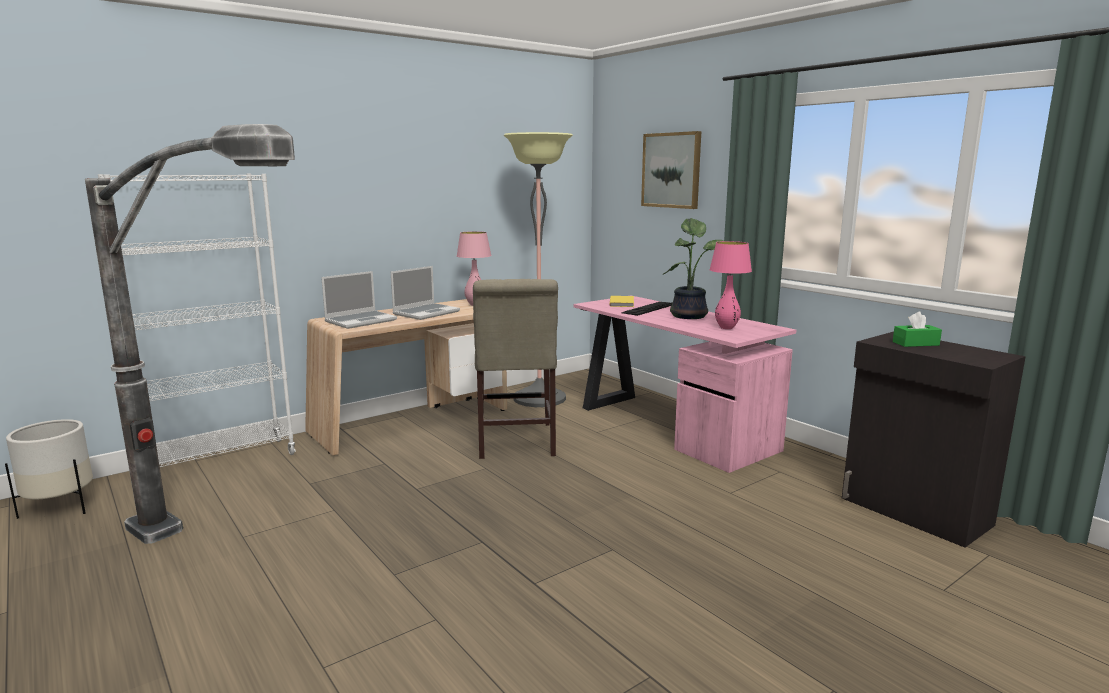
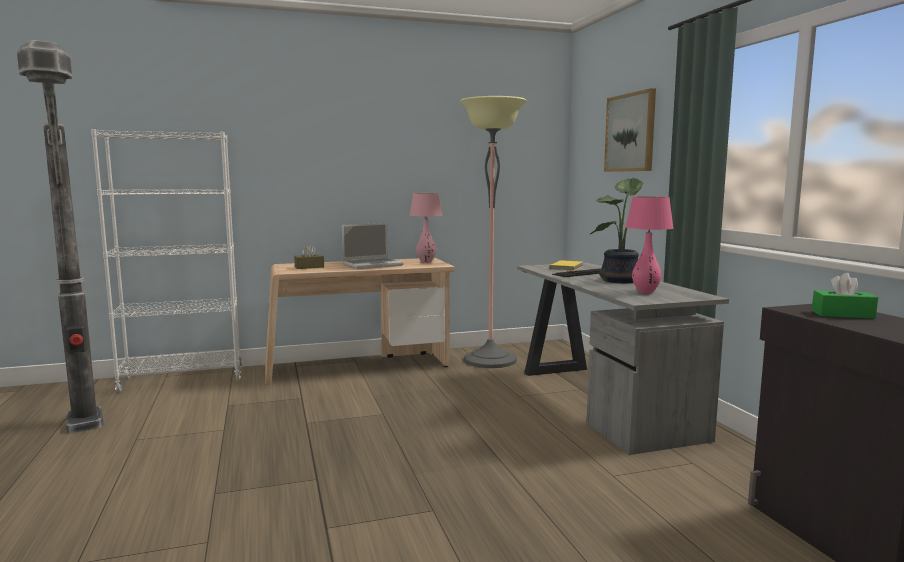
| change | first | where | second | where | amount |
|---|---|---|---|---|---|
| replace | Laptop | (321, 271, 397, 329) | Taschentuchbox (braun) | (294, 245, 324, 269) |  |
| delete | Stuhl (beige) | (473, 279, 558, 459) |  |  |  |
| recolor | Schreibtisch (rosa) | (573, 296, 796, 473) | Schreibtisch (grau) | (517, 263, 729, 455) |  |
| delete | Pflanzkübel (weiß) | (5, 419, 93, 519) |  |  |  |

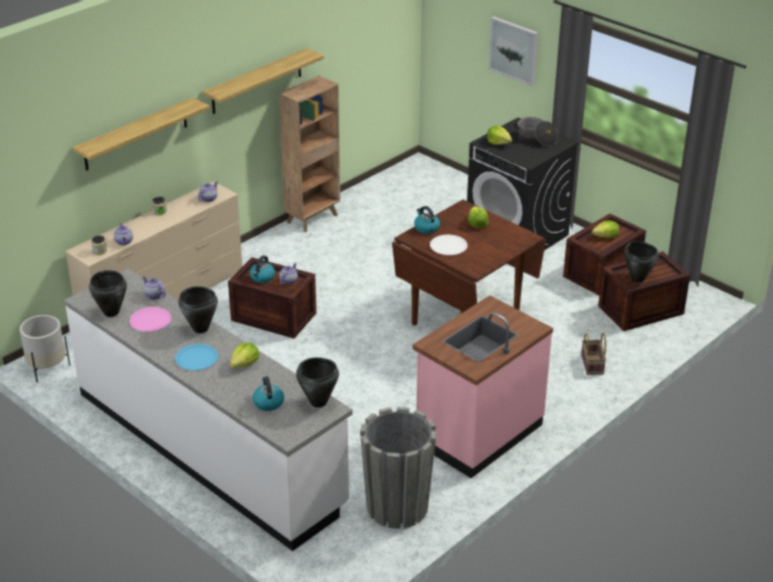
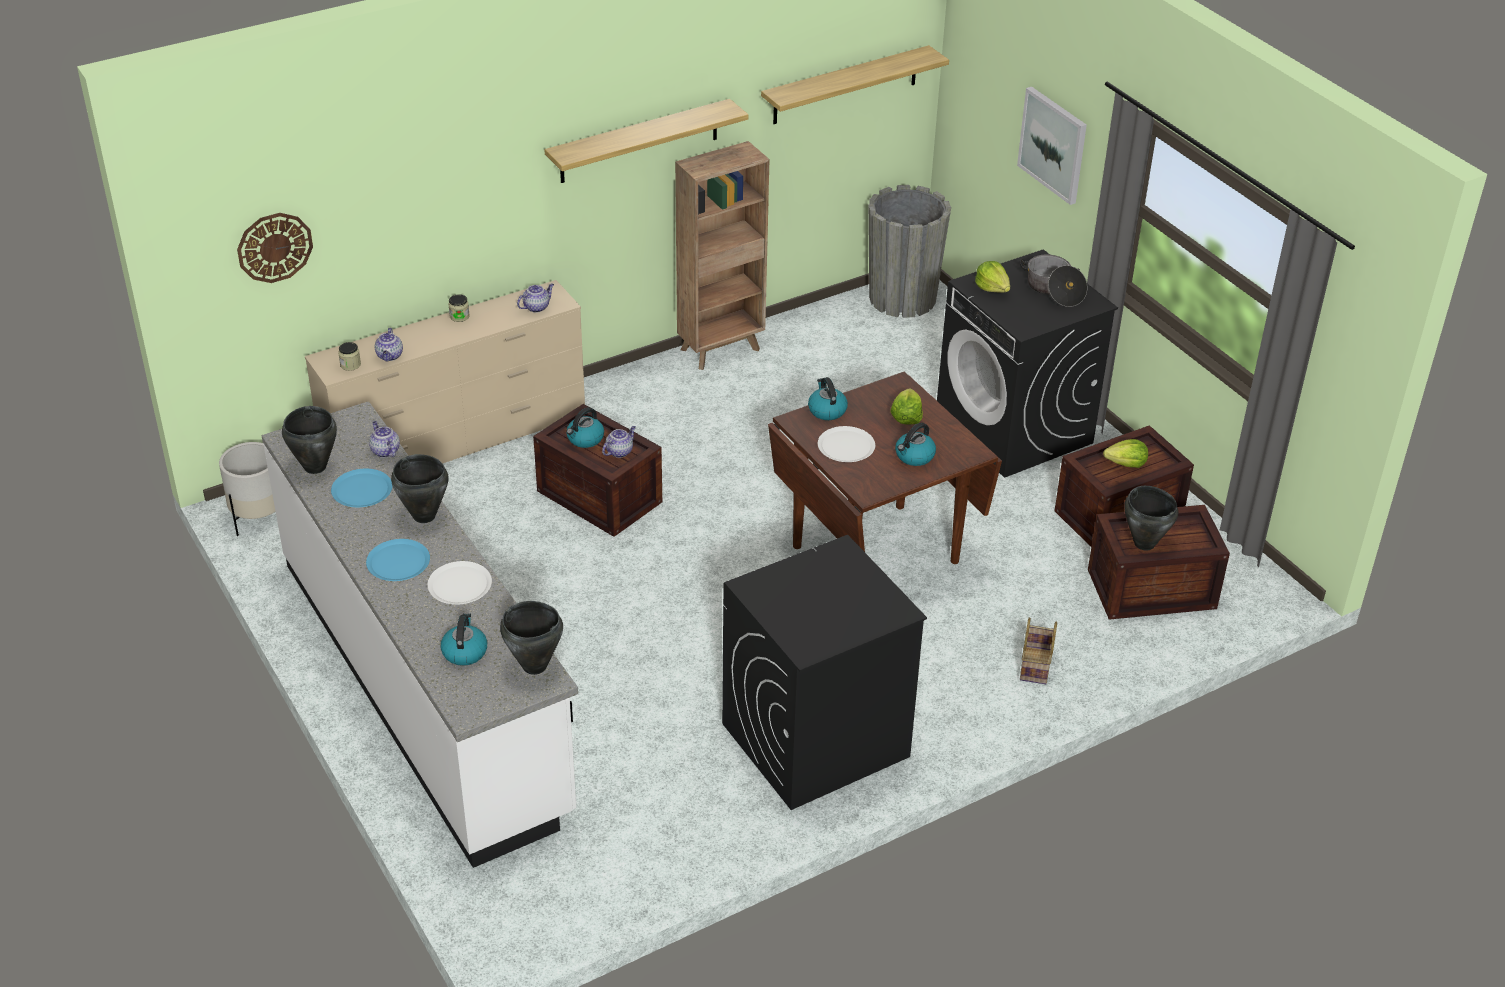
| change | first | where | second | where | amount |
|---|---|---|---|---|---|
| move | Wandregal | (73, 97, 210, 171) |  | (761, 45, 949, 124) |  |
| replace | Küchenzeile (rosa) | (413, 295, 553, 478) | Waschmaschine (schwarz) | (722, 535, 927, 810) |  |
| recolor | Teller (rosa) | (129, 307, 171, 332) | Teller (blau) | (331, 469, 392, 507) |  |
| replace | Salatkopf | (230, 343, 259, 369) | Teller (weiß) | (427, 561, 492, 605) |  |
| move | Pflanzkübel (grau) | (360, 407, 437, 529) |  | (868, 185, 951, 318) |  |
| insert |  |  | Wanduhr | (237, 213, 313, 283) |  |
| insert |  |  | Wasserkessel | (895, 423, 936, 466) |  |

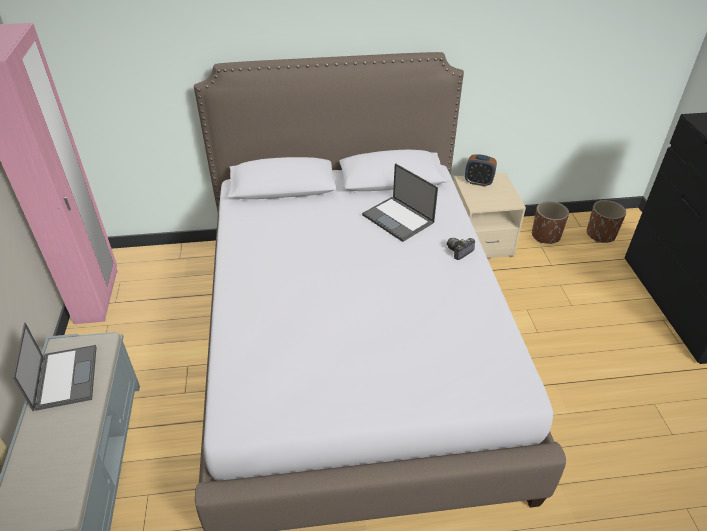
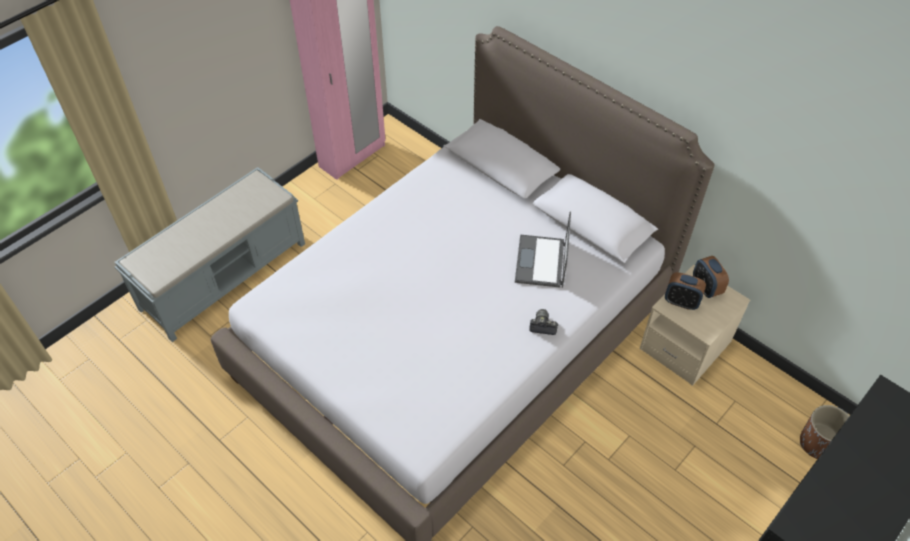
| change | first | where | second | where | amount |
|---|---|---|---|---|---|
| delete | Pflanzkübel (braun) | (532, 201, 569, 244) |  |  |  |
| delete | Laptop | (13, 323, 97, 411) |  |  |  |
| insert |  |  | Wecker | (665, 272, 706, 310) |  |

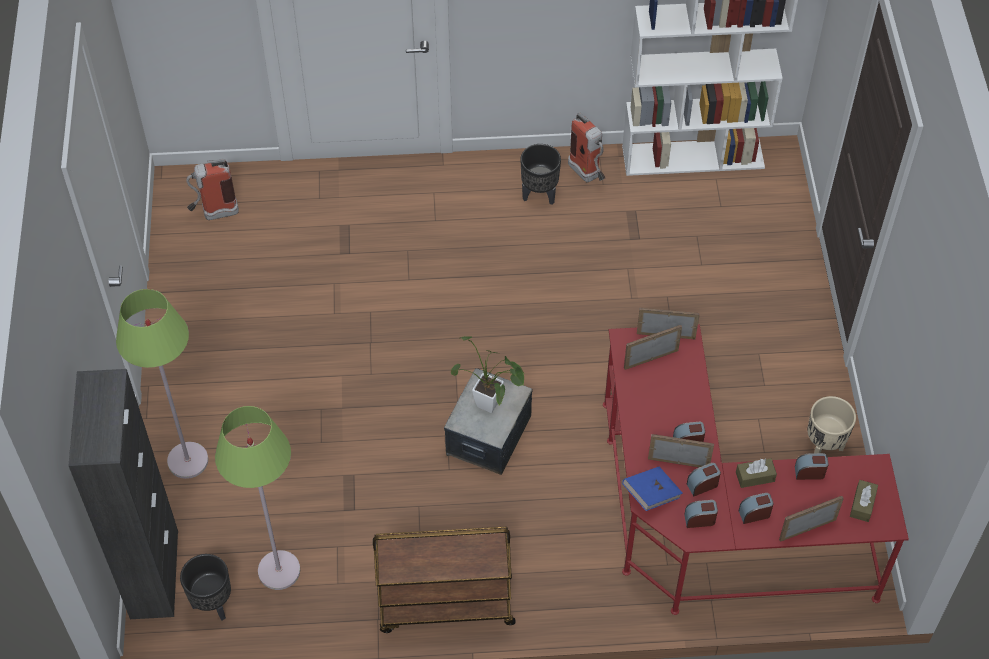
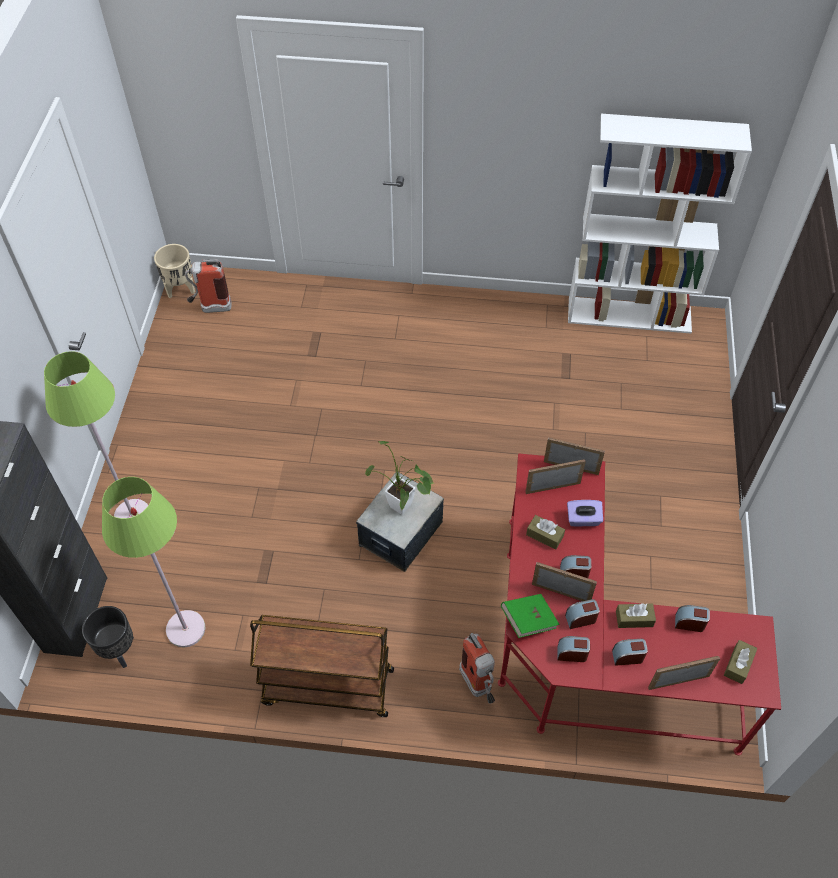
| change | first | where | second | where | amount |
|---|---|---|---|---|---|
| move | Feuerlöscher | (568, 112, 605, 183) |  | (459, 633, 495, 703) |  |
| delete | Pflanzkübel (schwarz) | (520, 144, 561, 205) |  |  |  |
| move | Pflanzkübel (beige) | (807, 396, 856, 453) |  | (154, 244, 195, 298) |  |
| recolor | Buch (blau) | (622, 466, 683, 511) | Buch (grün) | (501, 594, 560, 638) |  |
| insert |  |  | Taschentuchbox (lila) | (567, 500, 603, 526) |  |
| insert |  |  | Taschentuchbox (braun) | (526, 515, 565, 550) |  |

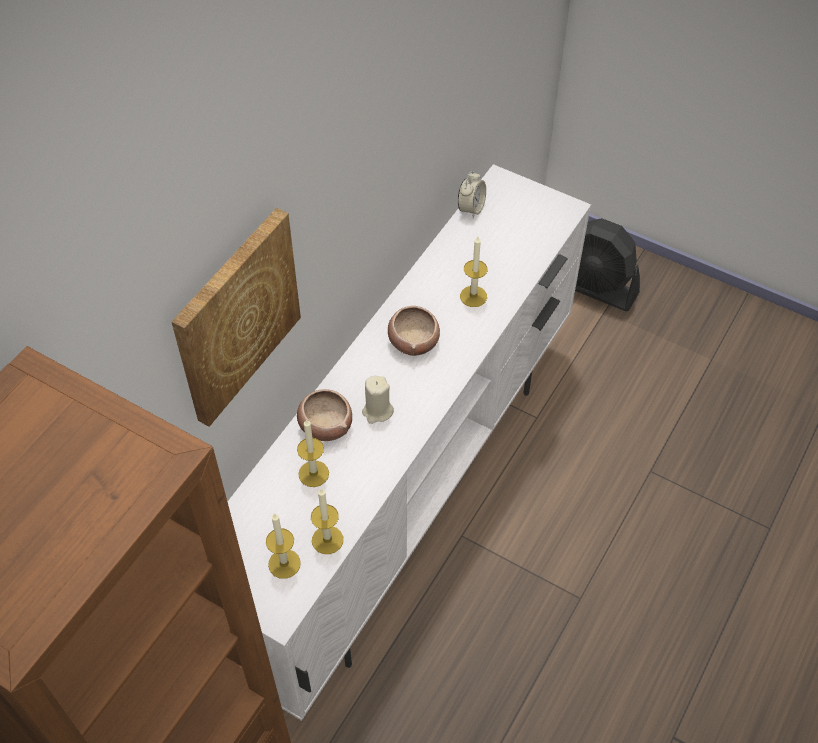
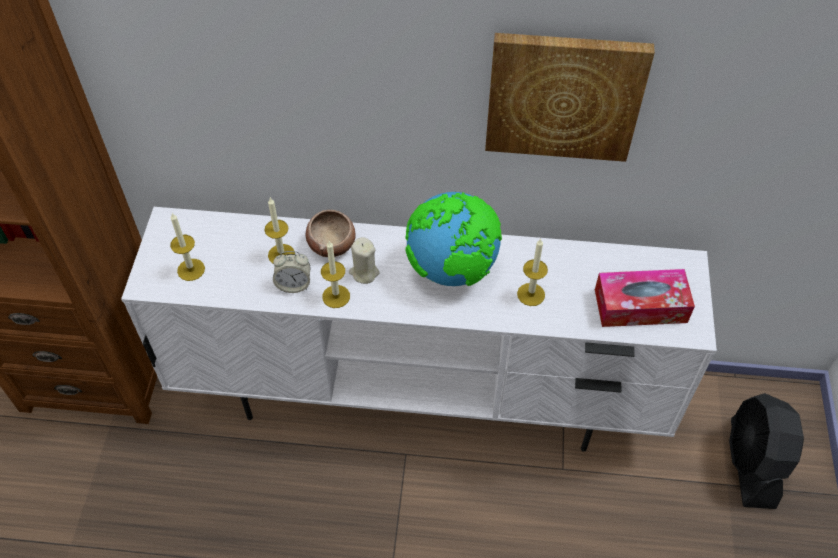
| change | first | where | second | where | amount |
|---|---|---|---|---|---|
| move | Wecker | (458, 171, 486, 218) |  | (273, 251, 311, 293) |  |
| move | Bild | (172, 208, 301, 426) |  | (485, 33, 655, 162) |  |
| replace | Schüssel | (388, 306, 440, 356) | Globus | (405, 192, 502, 286) |  |
| move | Kerze | (311, 488, 343, 554) |  | (321, 241, 350, 308) |  |
| insert |  |  | Taschentuchbox | (595, 269, 695, 327) |  |

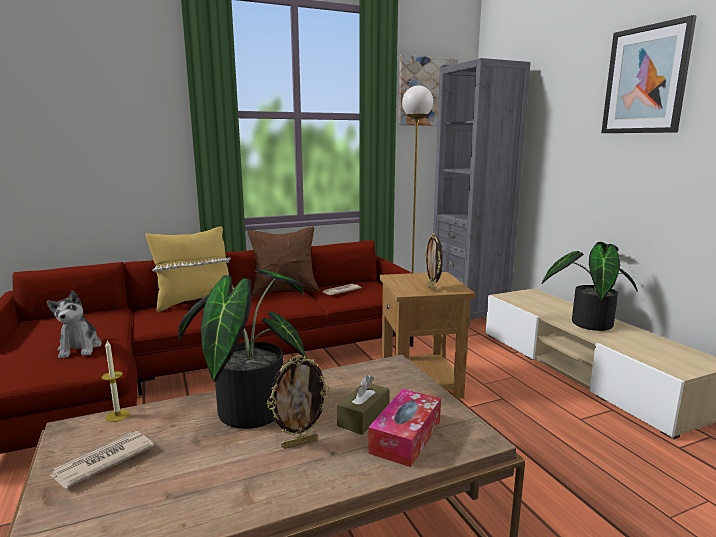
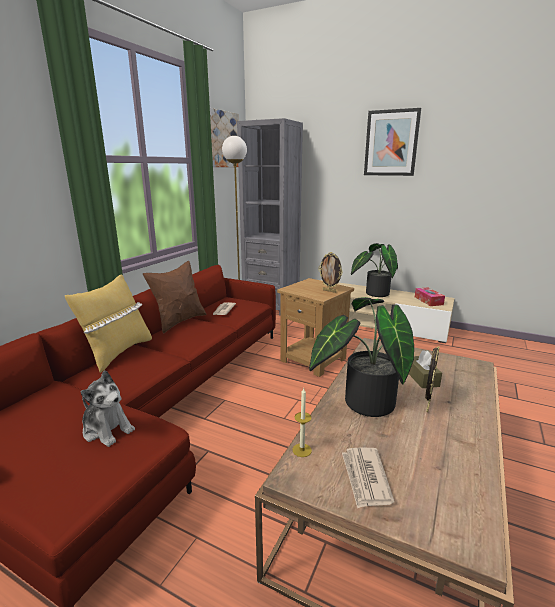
| change | first | where | second | where | amount |
|---|---|---|---|---|---|
| move | Taschentuchbox | (368, 389, 441, 467) |  | (415, 287, 445, 306) |  |

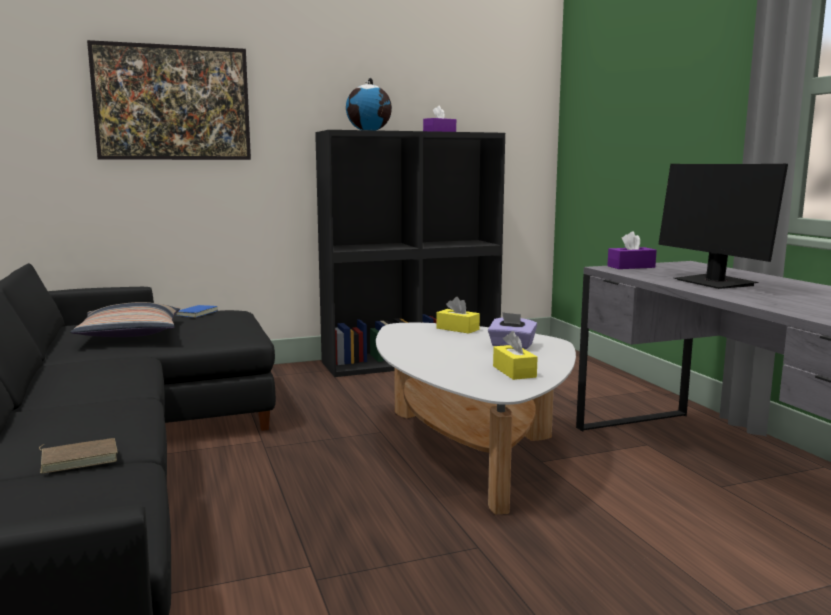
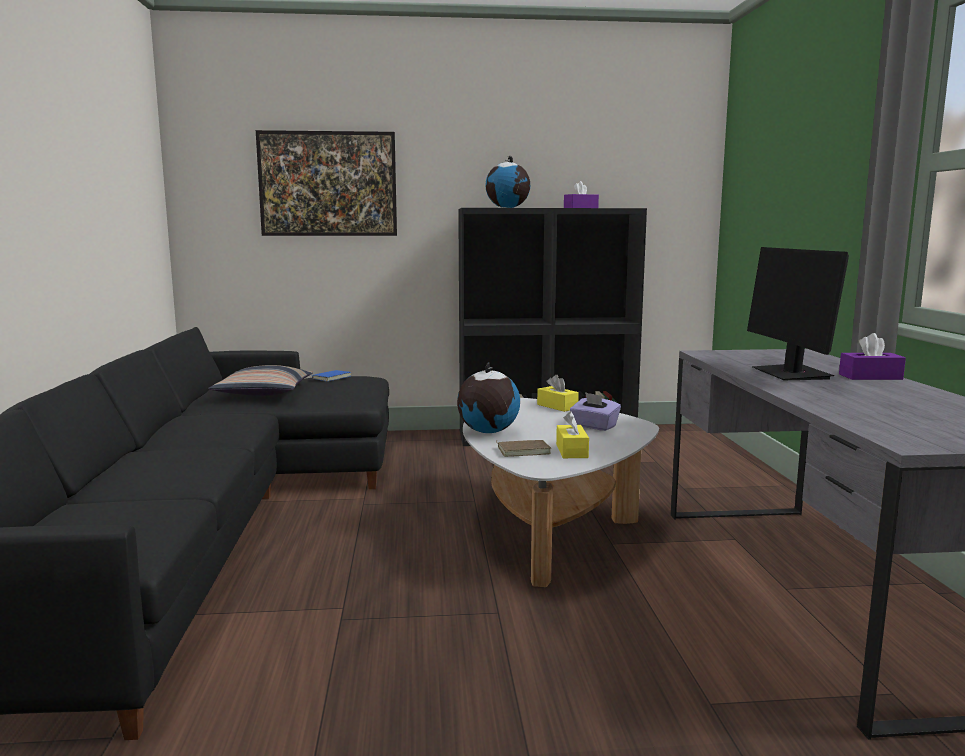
| change | first | where | second | where | amount |
|---|---|---|---|---|---|
| move | Taschentuchbox (lila) | (607, 231, 657, 269) |  | (839, 333, 906, 380) |  |
| move | Buch (braun) | (39, 438, 118, 473) |  | (496, 440, 551, 457) |  |
| insert |  |  | Globus | (457, 363, 520, 433) |  |

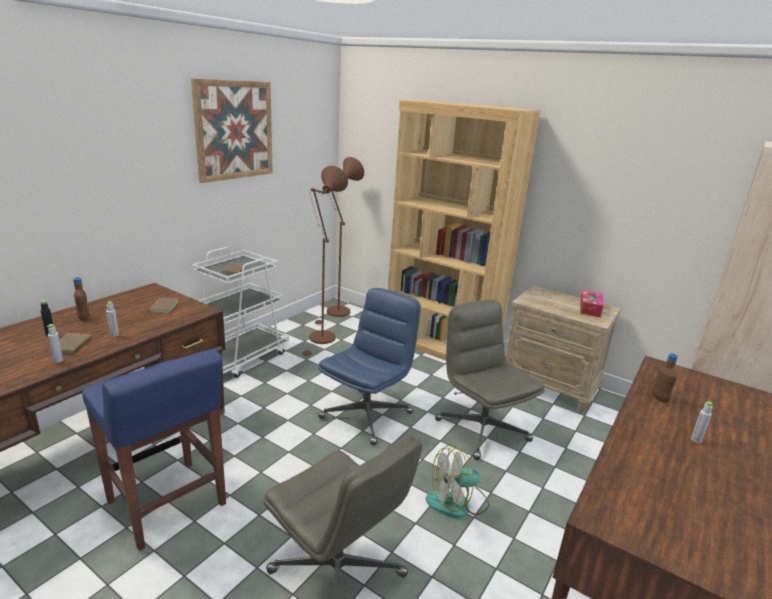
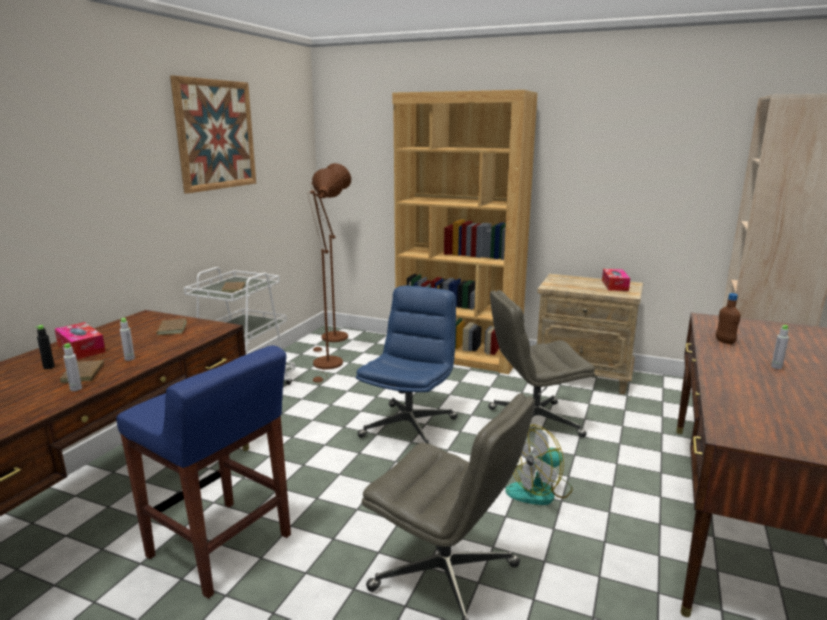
| change | first | where | second | where | amount |
|---|---|---|---|---|---|
| replace | Flasche (braun) | (73, 277, 89, 321) | Taschentuchbox | (55, 322, 106, 359) |  |
| rotate | Bürostuhl (grau) | (435, 299, 545, 460) |  | (489, 290, 595, 438) | 60 degrees counterclockwise |

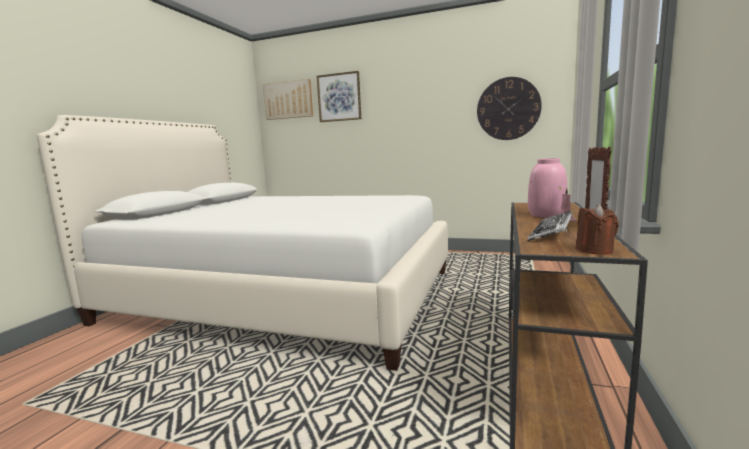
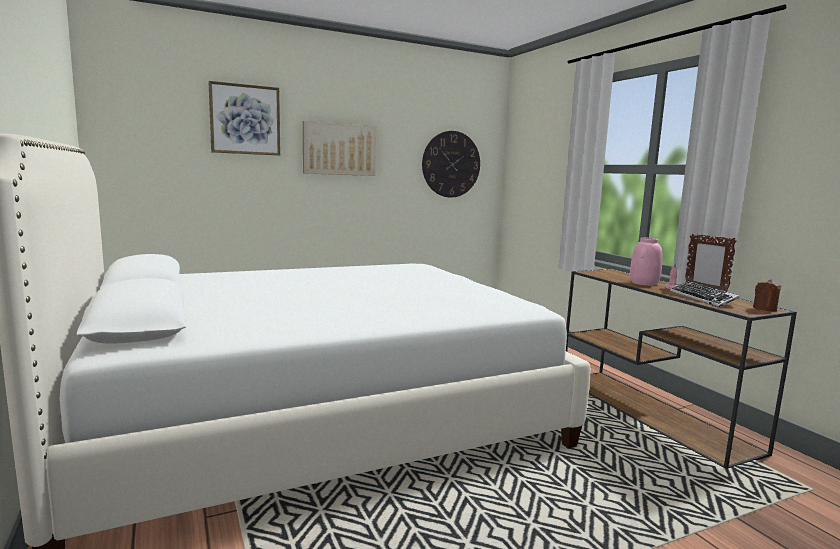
| change | first | where | second | where | amount |
|---|---|---|---|---|---|
| move | Bild | (263, 79, 313, 120) |  | (303, 121, 376, 176) |  |

